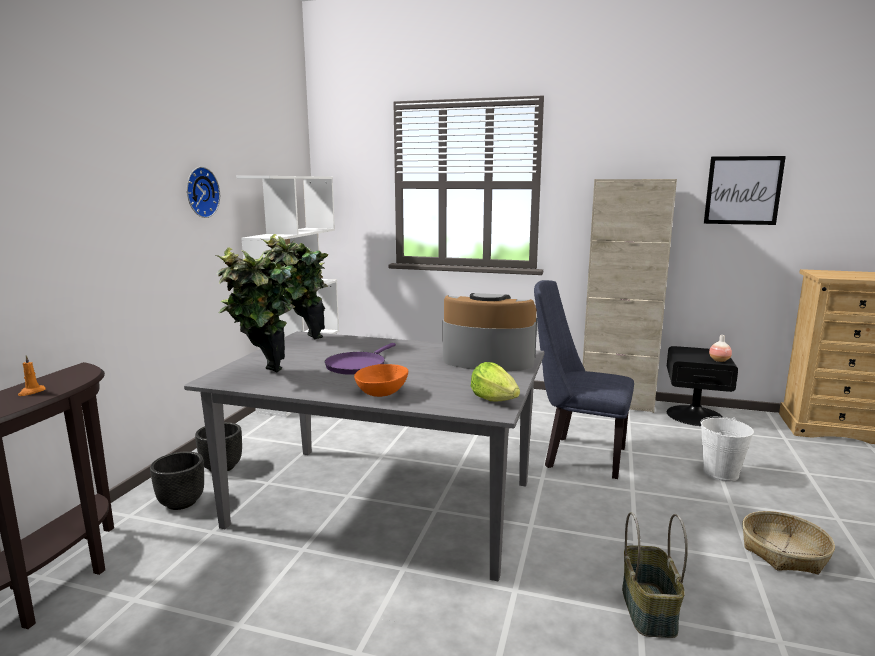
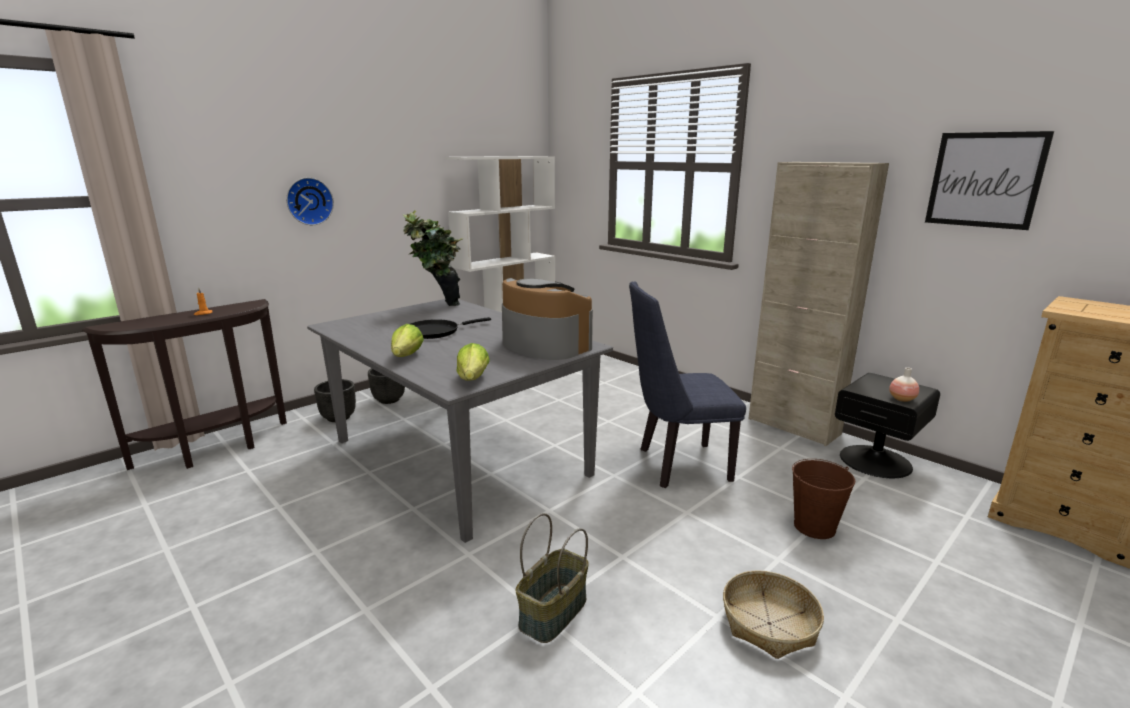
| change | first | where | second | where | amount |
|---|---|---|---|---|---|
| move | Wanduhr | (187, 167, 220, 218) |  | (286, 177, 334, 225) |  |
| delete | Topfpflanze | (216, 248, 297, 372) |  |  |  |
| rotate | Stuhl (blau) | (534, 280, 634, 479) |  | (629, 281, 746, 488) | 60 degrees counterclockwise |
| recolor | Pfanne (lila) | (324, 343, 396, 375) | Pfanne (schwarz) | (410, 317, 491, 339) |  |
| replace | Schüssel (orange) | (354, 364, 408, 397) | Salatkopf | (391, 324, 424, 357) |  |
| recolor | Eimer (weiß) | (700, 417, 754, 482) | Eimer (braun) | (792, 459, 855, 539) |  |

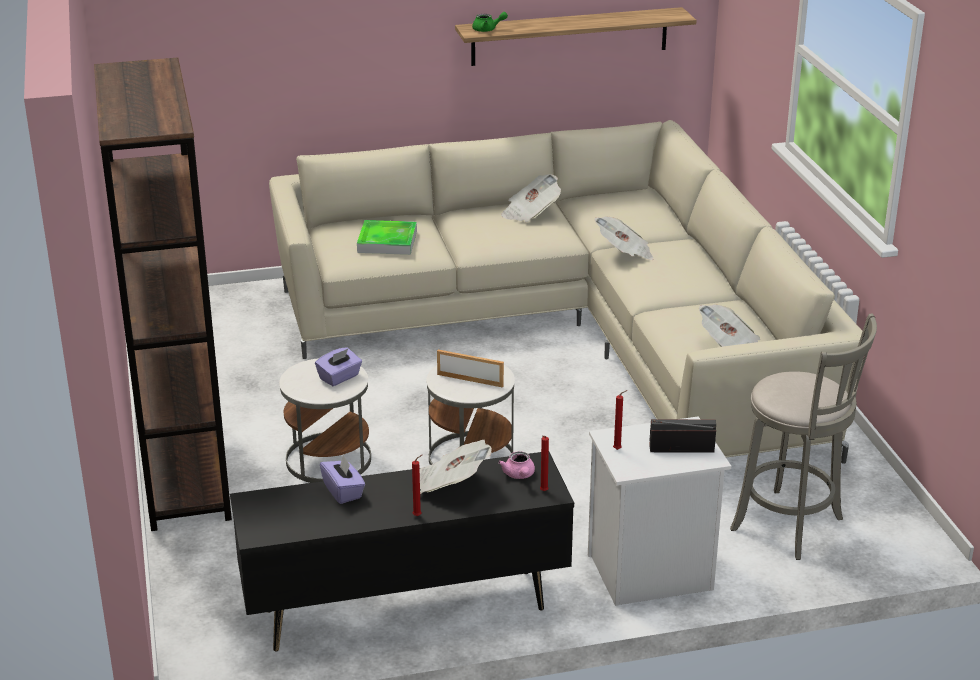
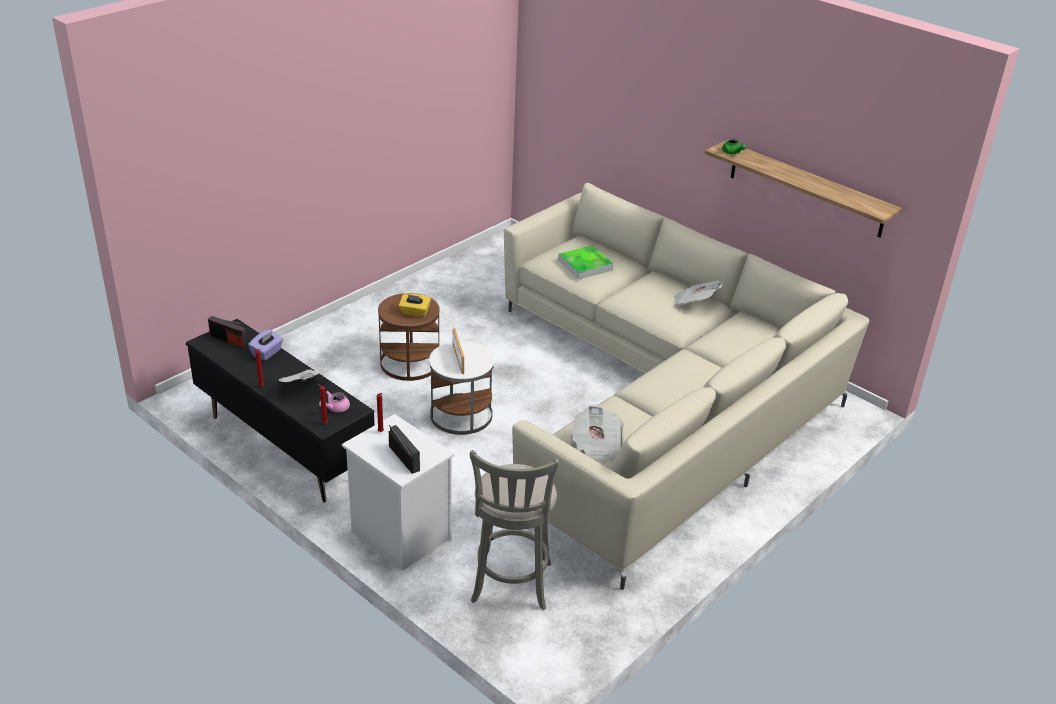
| change | first | where | second | where | amount |
|---|---|---|---|---|---|
| delete | Bücherregal (braun) | (94, 57, 232, 531) |  |  |  |
| delete | Zeitung | (594, 216, 654, 260) |  |  |  |
| recolor | Taschentuchbox (lila) | (315, 347, 362, 386) | Taschentuchbox (gelb) | (399, 293, 431, 317) |  |
| recolor | Beistelltisch (weiß) | (279, 358, 371, 483) | Beistelltisch (braun) | (378, 293, 440, 381) |  |
| insert |  |  | Radio | (208, 316, 248, 349) |  |

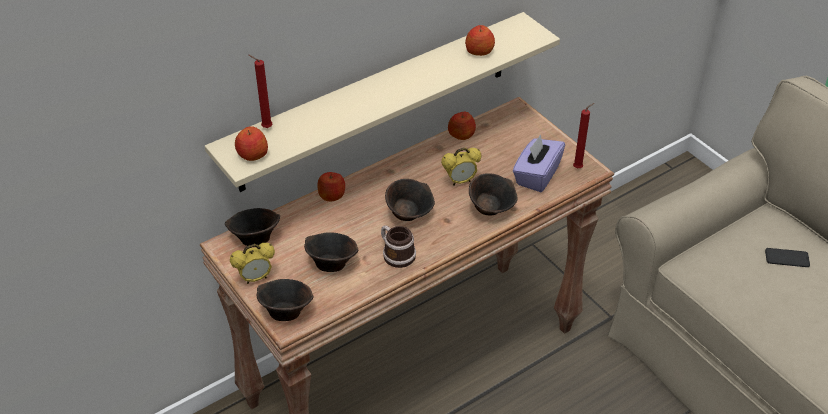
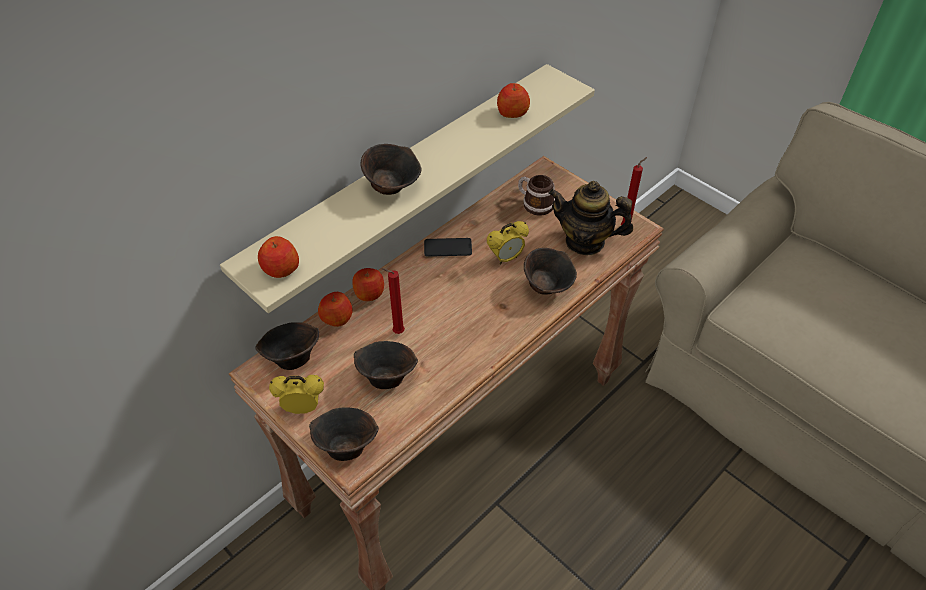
| change | first | where | second | where | amount |
|---|---|---|---|---|---|
| move | Kerze (rot) | (248, 55, 273, 128) |  | (381, 268, 405, 334) |  |
| move | Apfel | (448, 112, 476, 140) |  | (318, 292, 352, 327) |  |
| replace | Taschentuchbox (lila) | (513, 134, 565, 192) | Teekanne | (548, 181, 633, 255) |  |
| move | Schüssel (braun) | (385, 179, 435, 221) |  | (360, 144, 422, 195) |  |
| move | Henkelbecher | (381, 226, 416, 268) |  | (518, 175, 555, 216) |  |
| rotate | Wecker | (230, 243, 275, 284) |  | (269, 375, 324, 414) | 150 degrees counterclockwise |
| move | Handy | (765, 248, 810, 267) |  | (424, 238, 472, 257) |  |

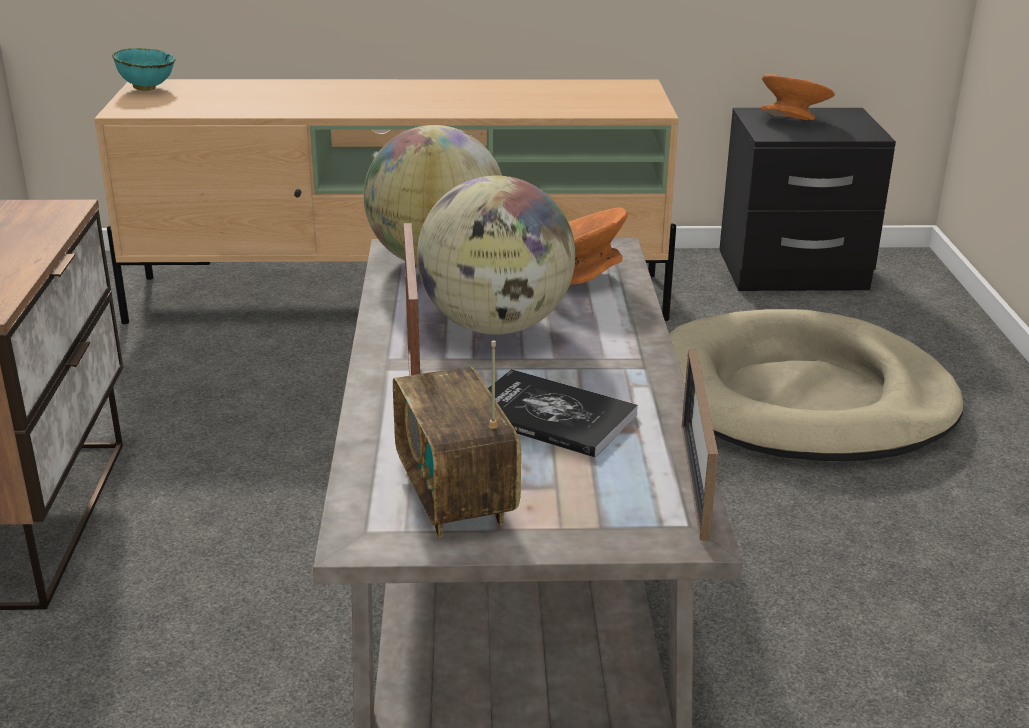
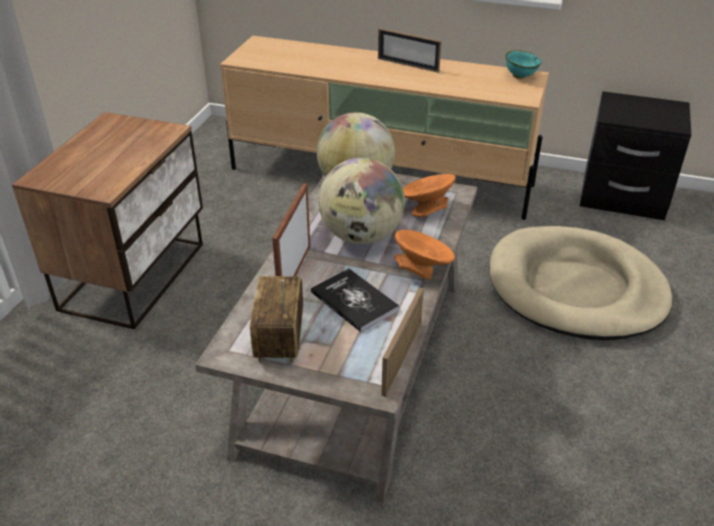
| change | first | where | second | where | amount |
|---|---|---|---|---|---|
| move | Schüssel (türkis) | (112, 48, 176, 91) |  | (505, 50, 542, 79) |  |
| move | Schüssel (orange) | (761, 74, 835, 120) |  | (394, 230, 455, 280) |  |
| insert |  |  | Bilderrahmen | (378, 28, 441, 73) |  |

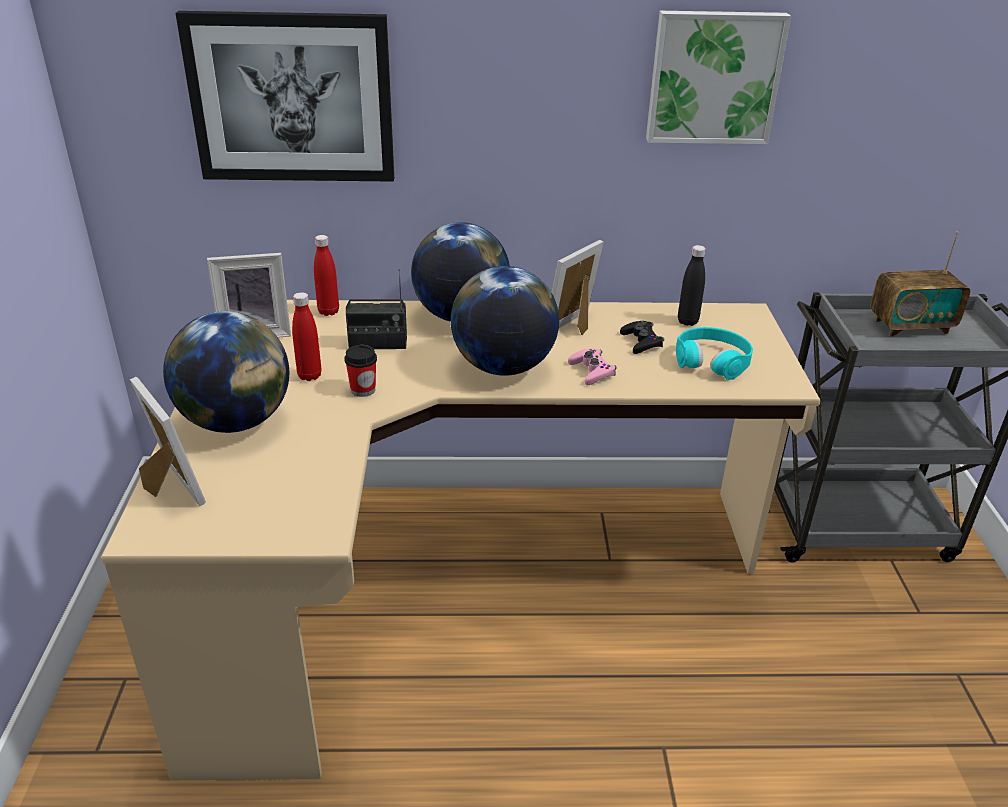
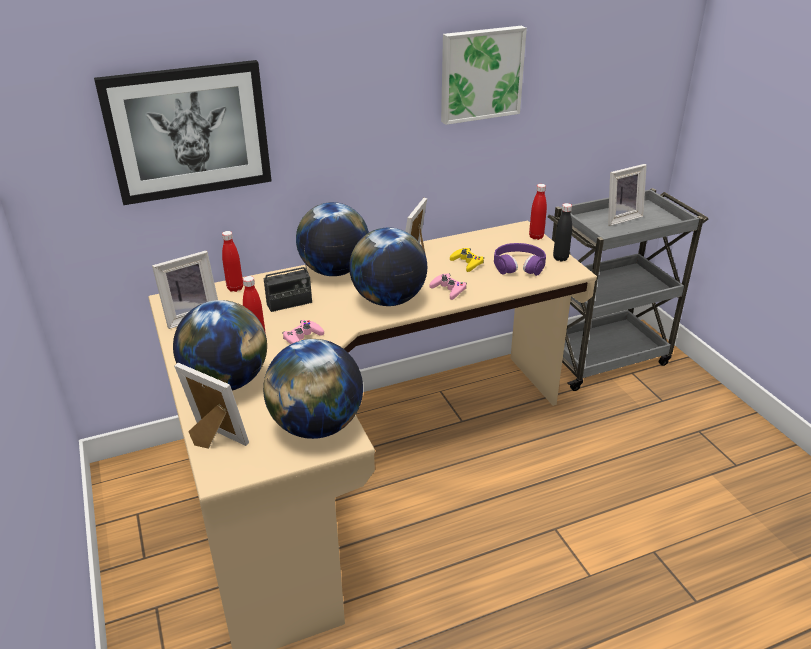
| change | first | where | second | where | amount |
|---|---|---|---|---|---|
| replace | Radio | (871, 232, 970, 337) | Bilderrahmen | (608, 164, 647, 226) |  |
| move | Flasche (schwarz) | (678, 245, 706, 326) |  | (553, 203, 572, 261) |  |
| recolor | Gamepad (schwarz) | (620, 321, 664, 354) | Gamepad (gelb) | (450, 248, 484, 272) |  |
| recolor | Kopfhörer (türkis) | (676, 327, 753, 380) | Kopfhörer (lila) | (494, 243, 546, 276) |  |
| replace | Tasse | (344, 345, 377, 397) | Gamepad (rosa) | (282, 320, 324, 344) |  |
| insert |  |  | Flasche (rot) | (529, 184, 547, 240) |  |
| insert |  |  | Globus | (263, 339, 363, 439) |  |

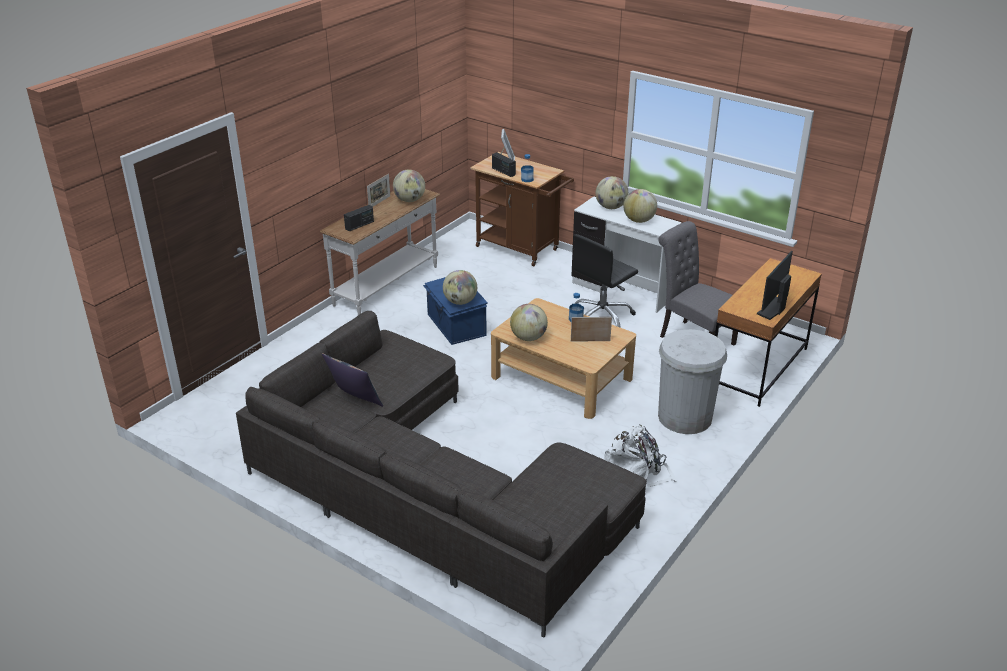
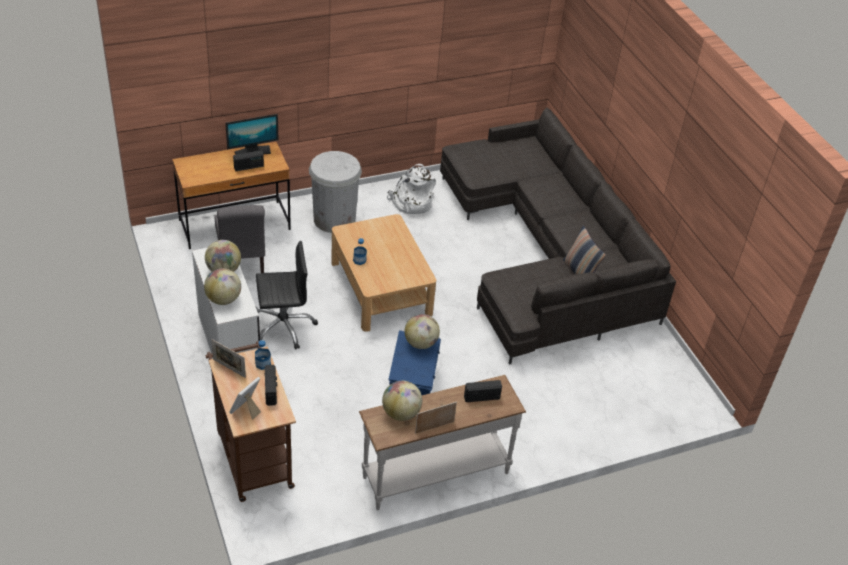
| change | first | where | second | where | amount |
|---|---|---|---|---|---|
| delete | Globus | (510, 304, 548, 341) |  |  |  |
| move | Bilderrahmen | (571, 317, 612, 341) |  | (211, 339, 246, 378) |  |
| insert |  |  | Radio | (233, 150, 264, 171) |  |

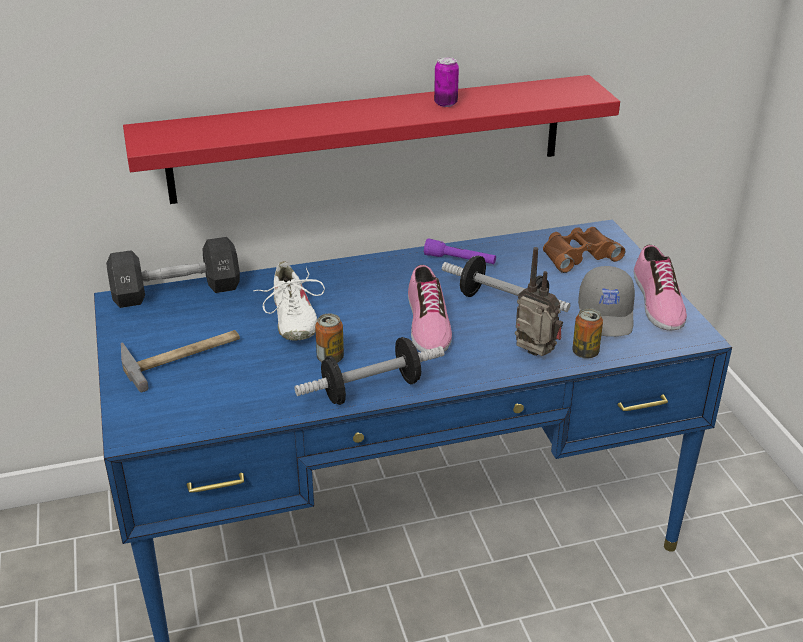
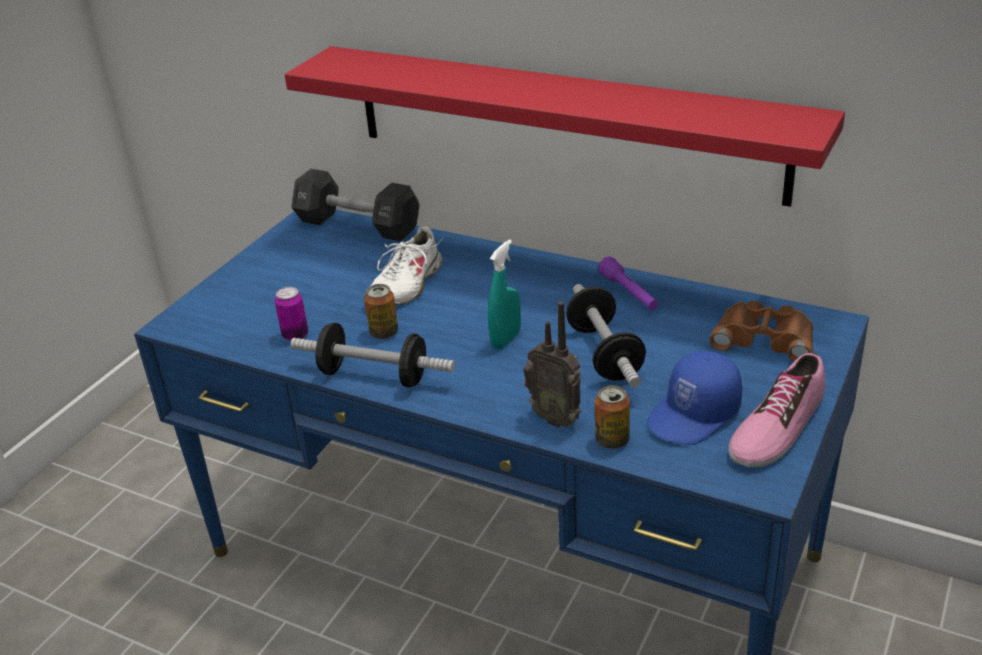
| change | first | where | second | where | amount |
|---|---|---|---|---|---|
| move | Dose | (434, 57, 459, 107) |  | (275, 287, 308, 341) |  |
| rotate | Radio | (515, 247, 563, 356) |  | (523, 301, 581, 427) | 135 degrees clockwise |
| replace | Schuh | (408, 265, 452, 352) | Sprühflasche (türkis) | (488, 240, 521, 350) |  |
| recolor | Kappe (grau) | (578, 266, 635, 337) | Kappe (blau) | (647, 351, 742, 445) |  |
| delete | Hammer | (121, 330, 240, 393) |  |  |  |

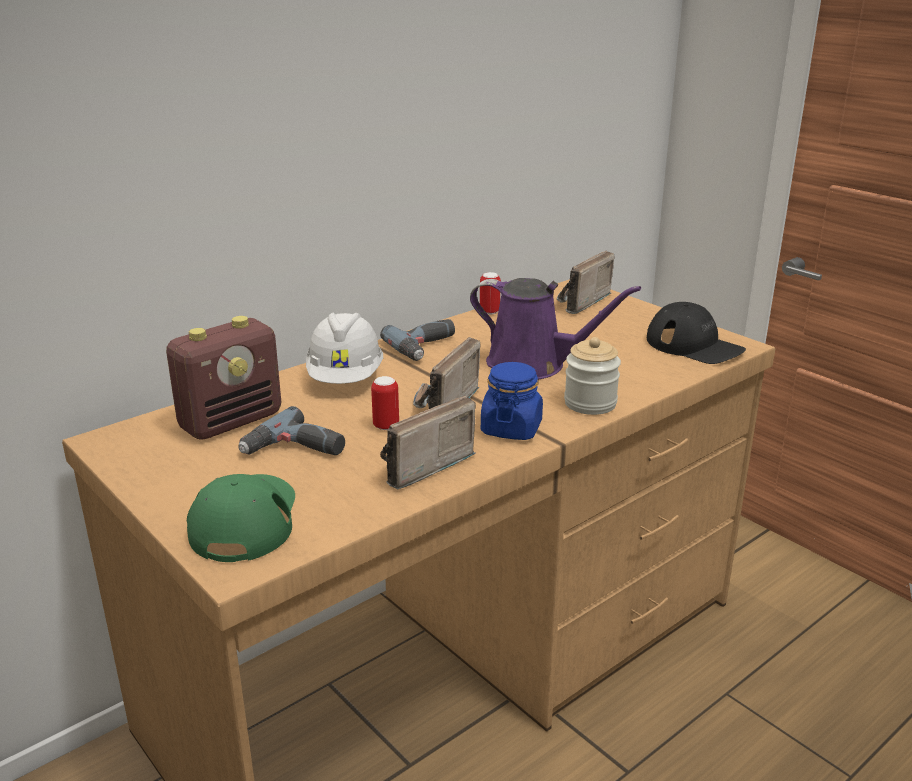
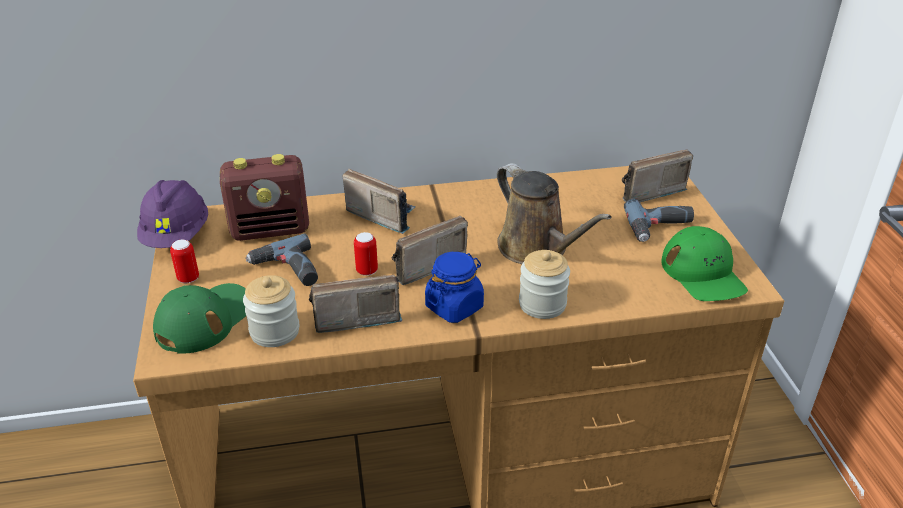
| change | first | where | second | where | amount |
|---|---|---|---|---|---|
| move | Dose | (480, 272, 501, 315) |  | (170, 240, 199, 283) |  |
| recolor | Gießkanne (lila) | (470, 278, 641, 379) | Gießkanne (braun) | (497, 163, 612, 264) |  |
| recolor | Kappe (schwarz) | (647, 302, 746, 364) | Kappe (grün) | (661, 226, 748, 301) |  |
| replace | Schutzhelm (weiß) | (306, 313, 383, 384) | Radio | (343, 169, 416, 234) |  |
| move | Bohrmaschine | (380, 319, 455, 361) |  | (624, 198, 694, 242) |  |
| insert |  |  | Schutzhelm (lila) | (137, 180, 208, 248) |  |
| insert |  |  | Vorratsglas | (243, 275, 299, 347) |  |

